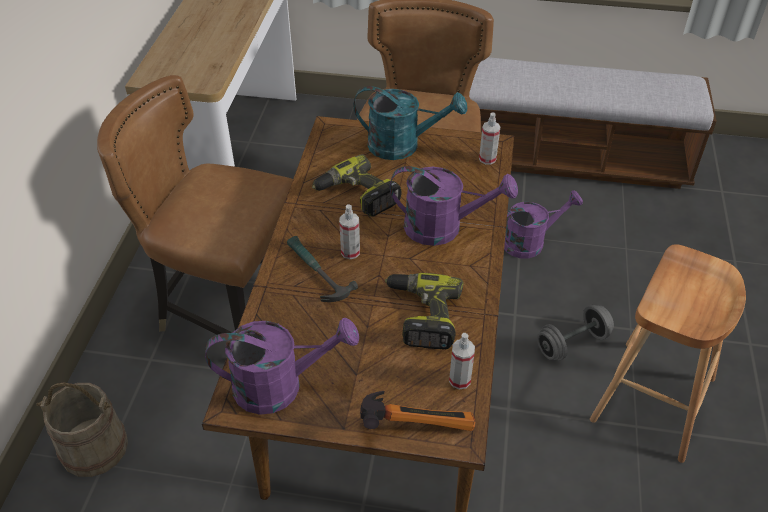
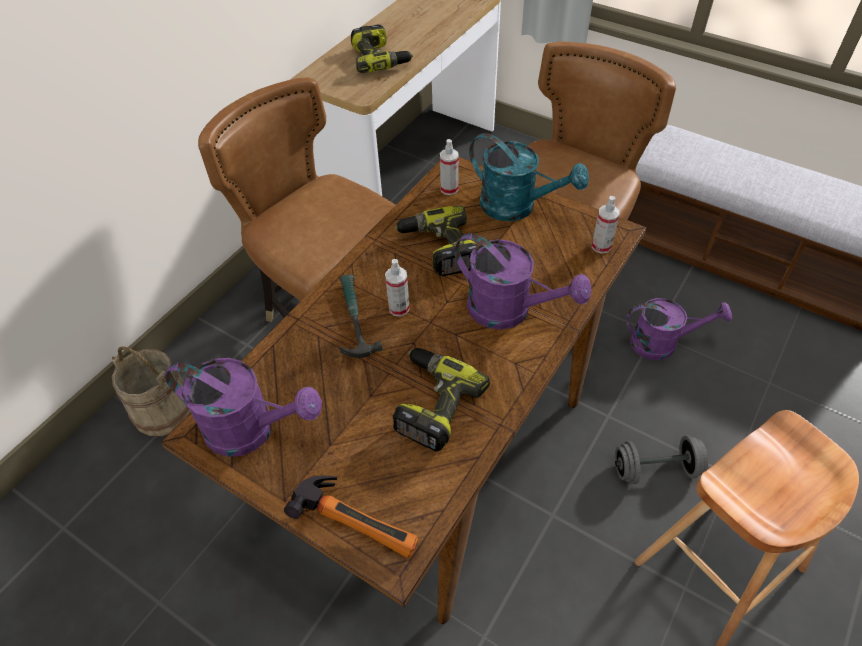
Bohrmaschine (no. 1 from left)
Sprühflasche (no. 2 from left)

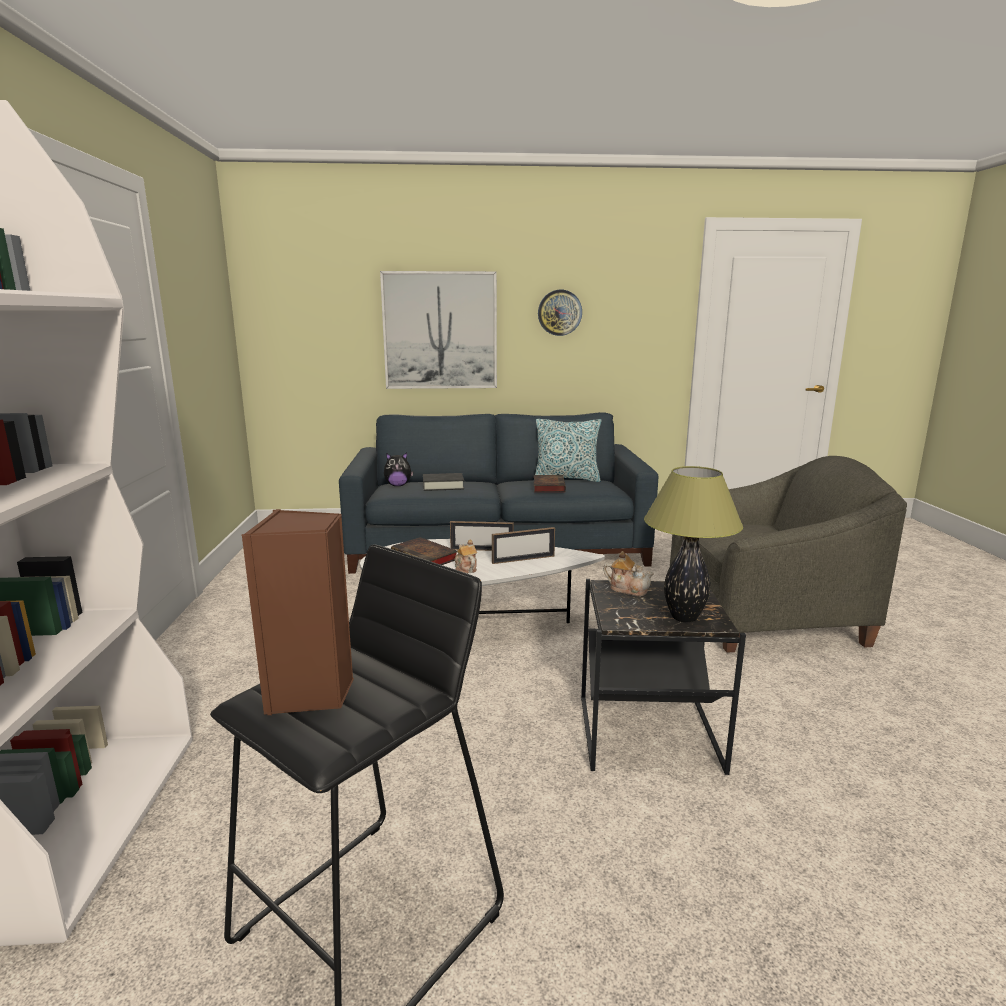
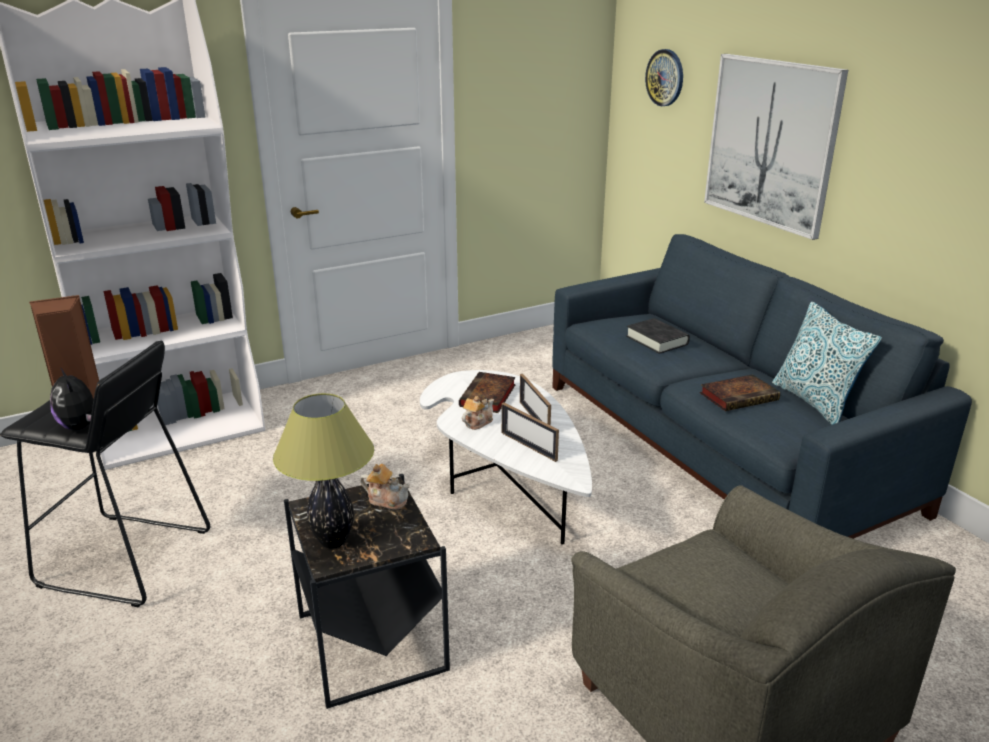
Plüschtier
Teekanne (no. 1 from left)
Wanduhr

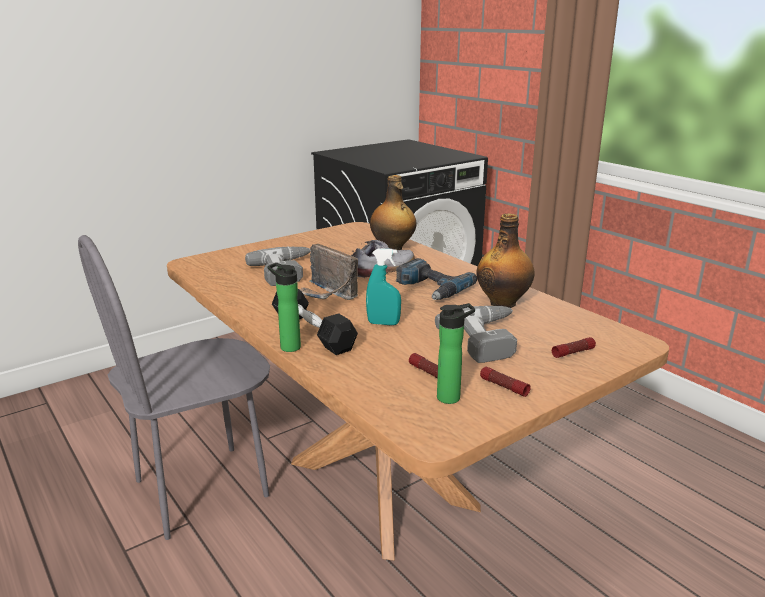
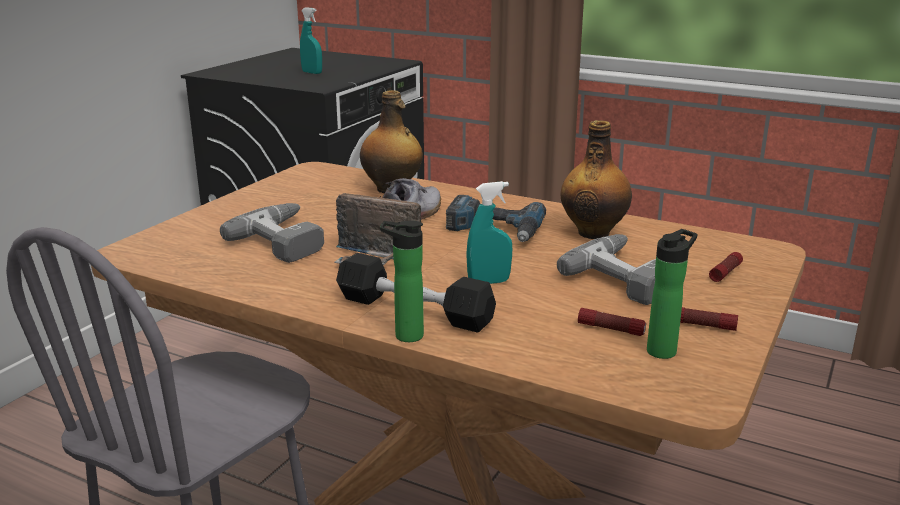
Sprühflasche [türkis] (no. 1 from left)

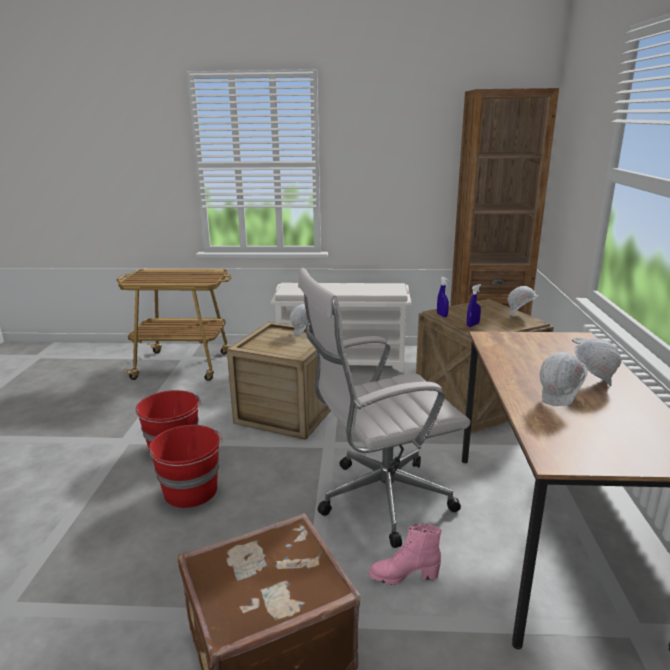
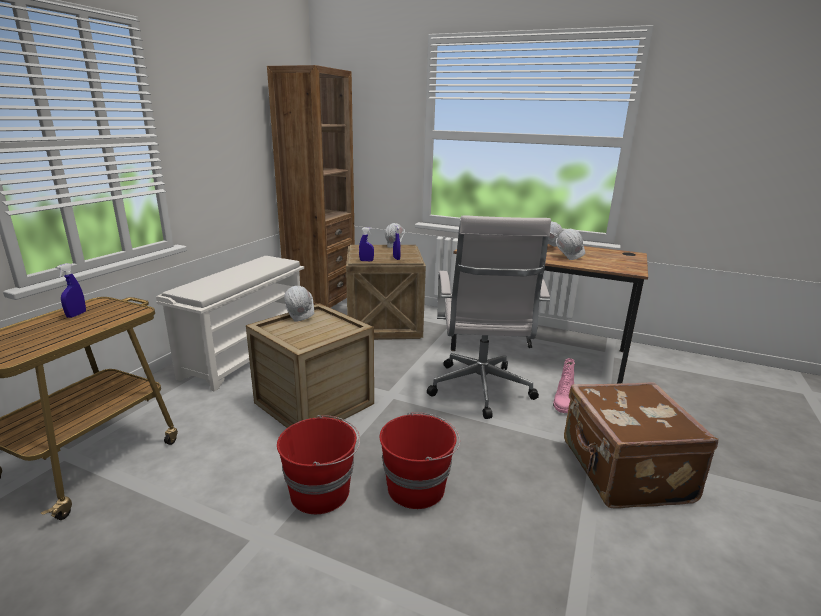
Sprühflasche [blau] (no. 1 from left)

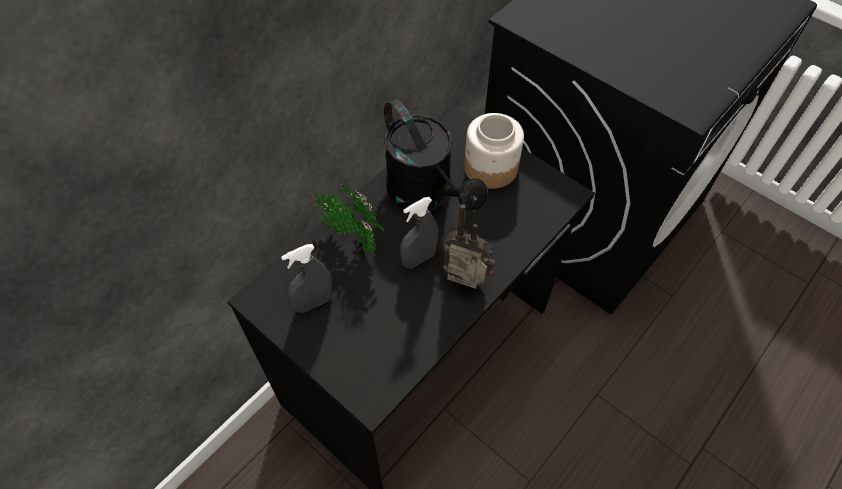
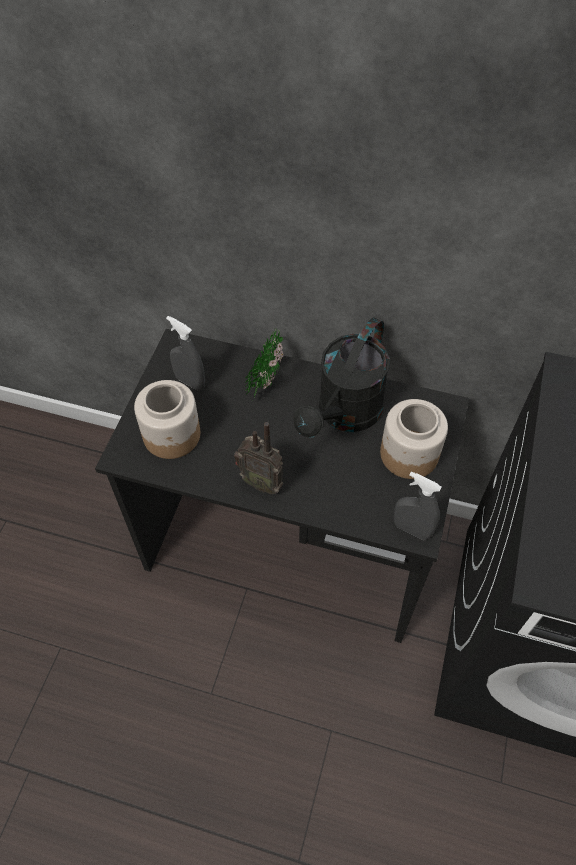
Vorratsglas (no. 1 from left)
Radio
Sprühflasche [grau] (no. 2 from left)

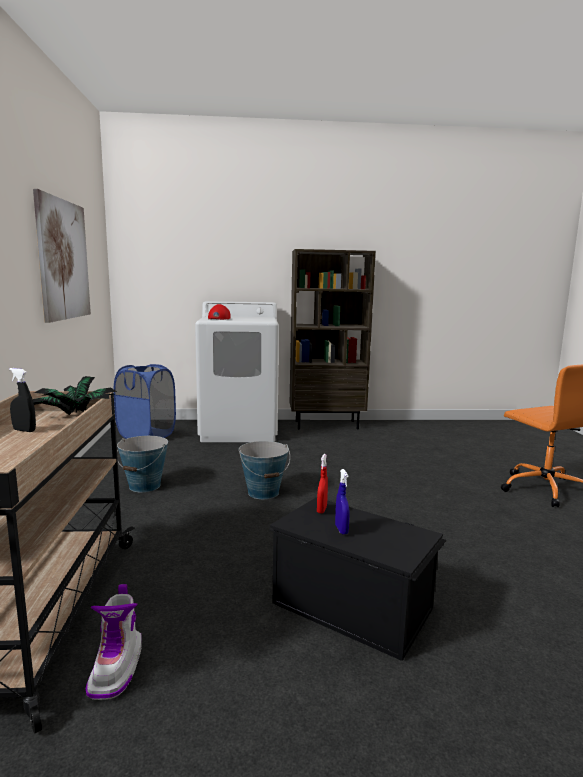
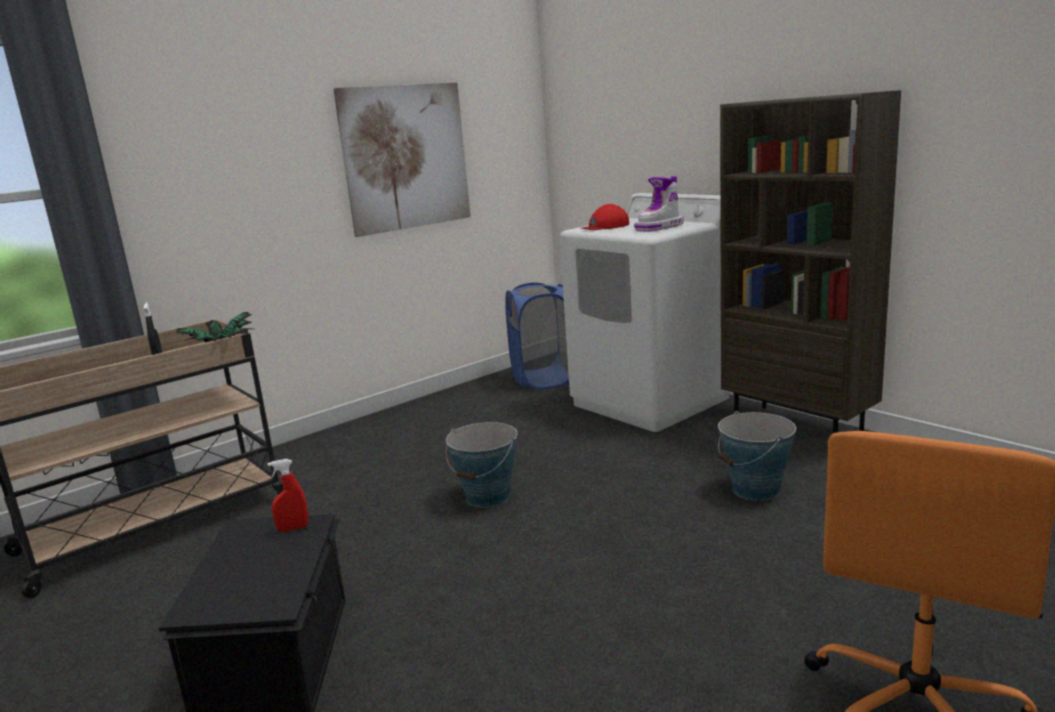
Stiefel
Eimer (no. 2 from left)
Sprühflasche [blau]

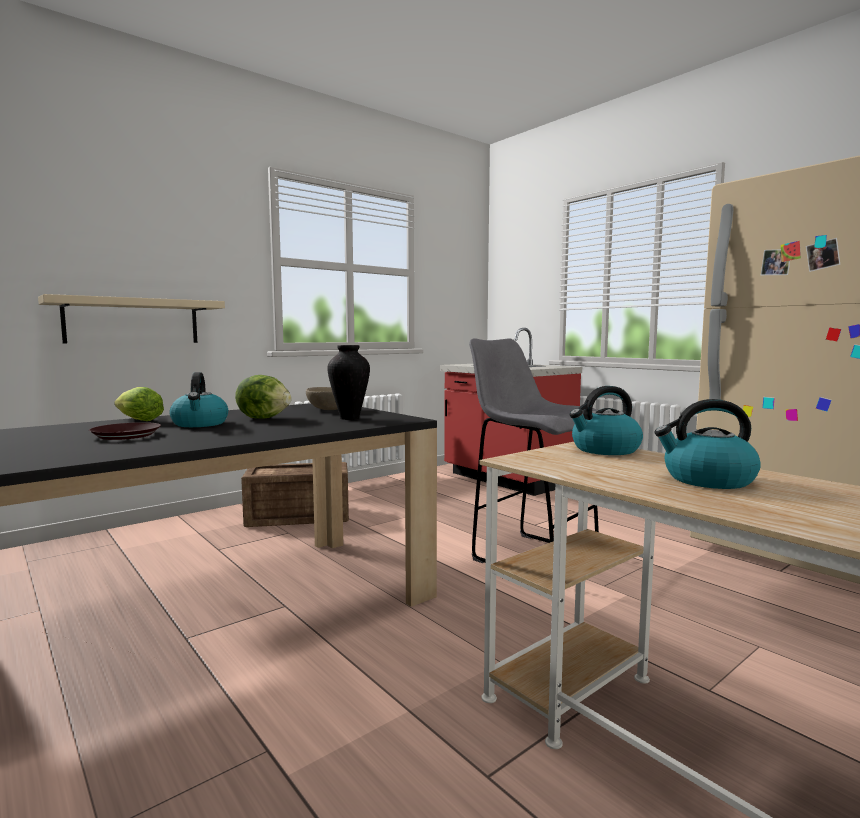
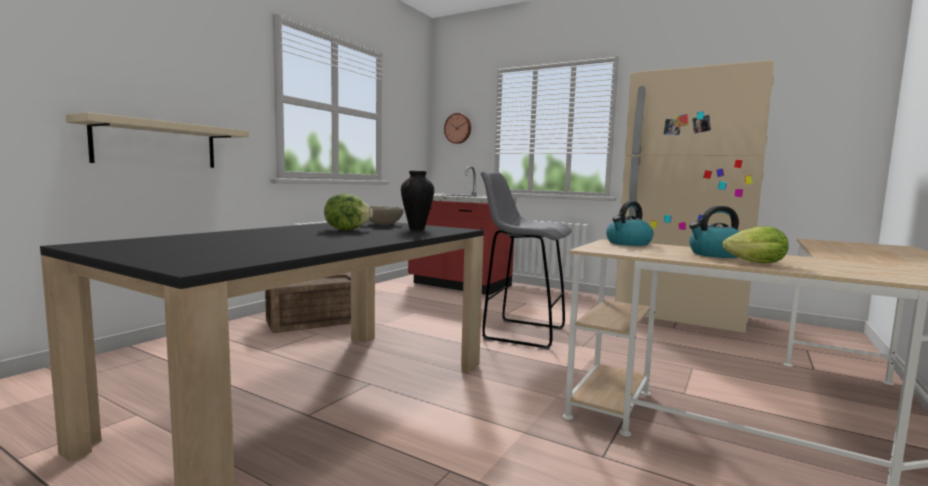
Wanduhr
Salatkopf (no. 2 from left)
Teller [braun]
Wasserkessel (no. 1 from left in the first image)

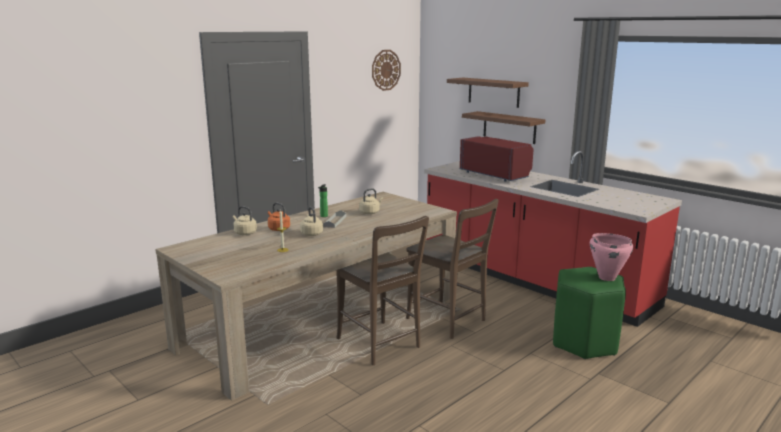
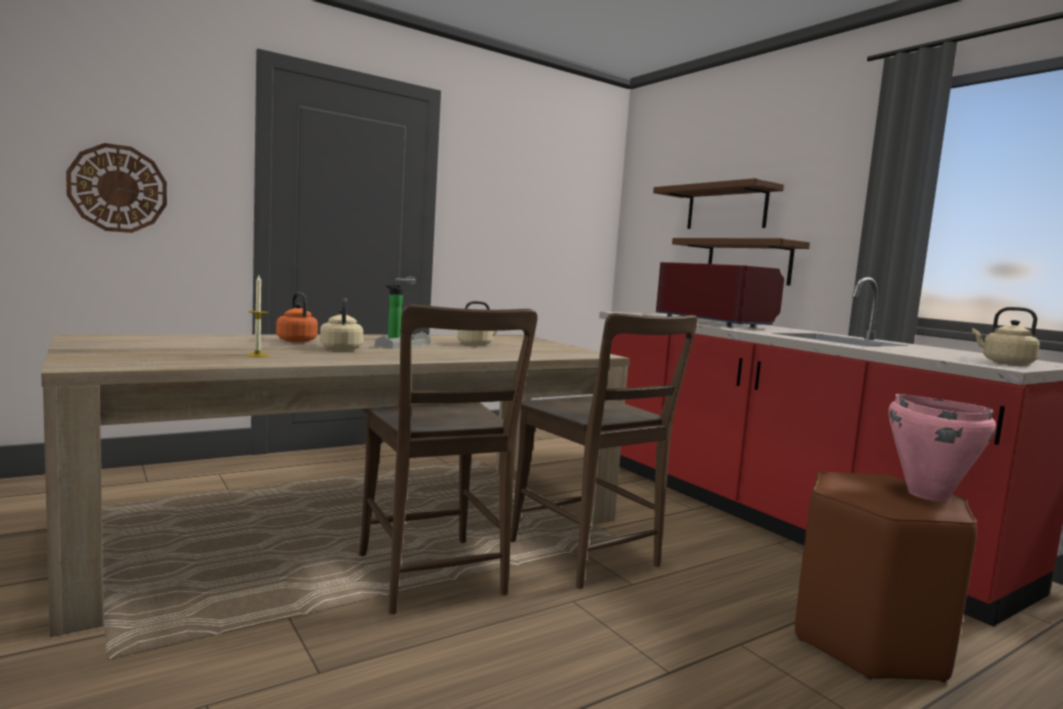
Wanduhr
Hocker [braun]
Wasserkessel [beige] (no. 3 from left)

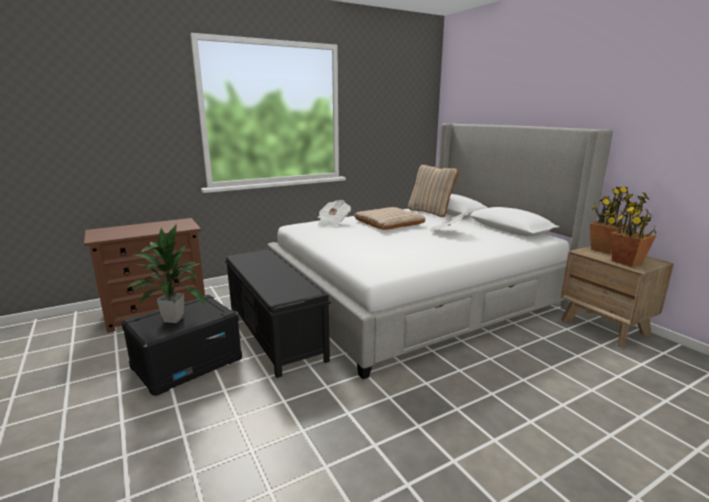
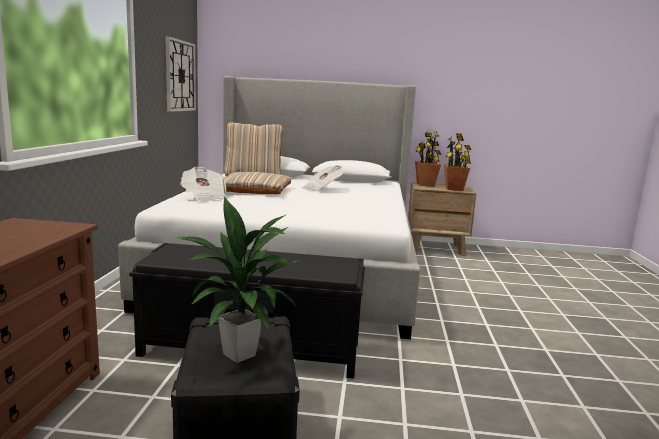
Wanduhr

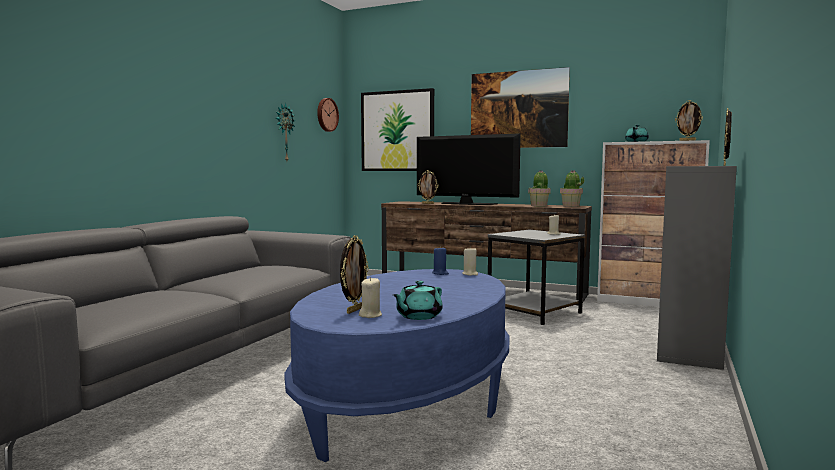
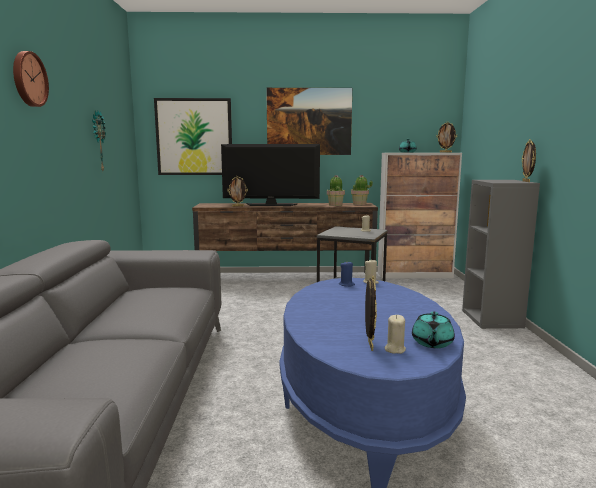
Wanduhr (no. 1 from left)

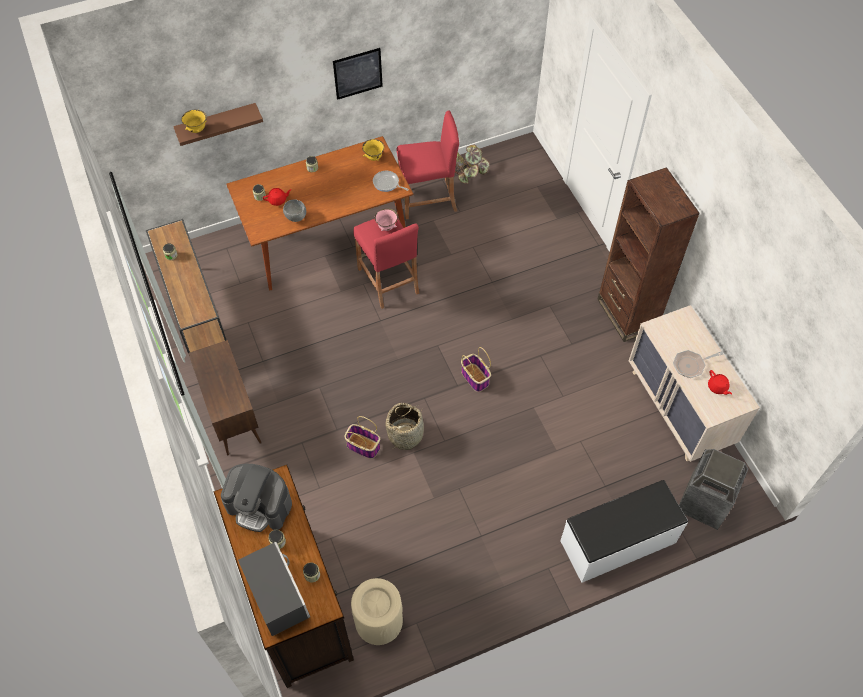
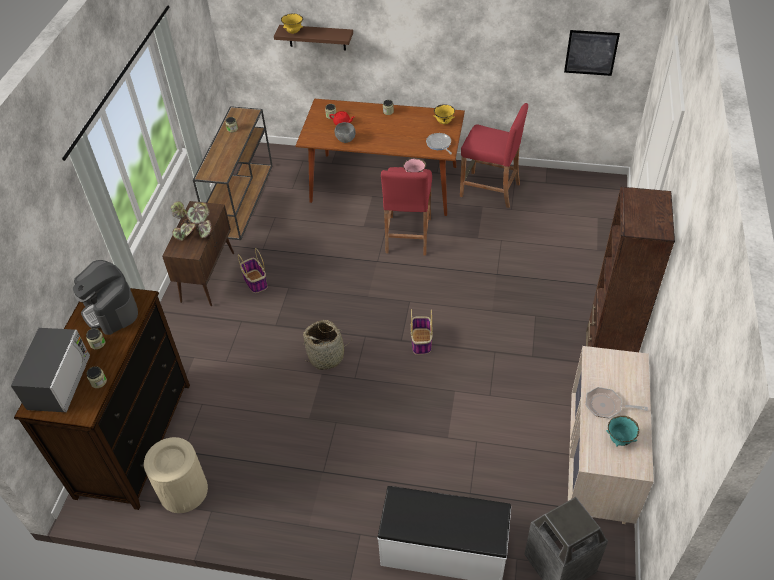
Topfpflanze
Korb (no. 1 from left)
Bild
Schüssel [türkis]

